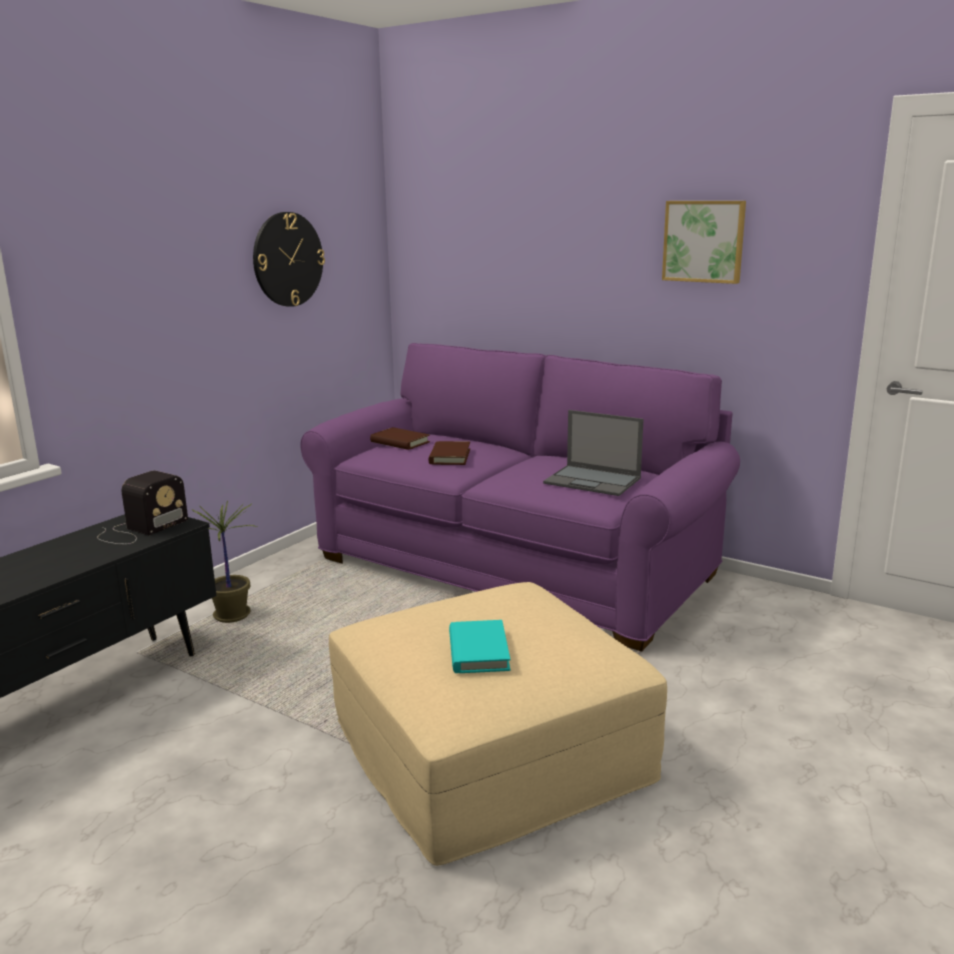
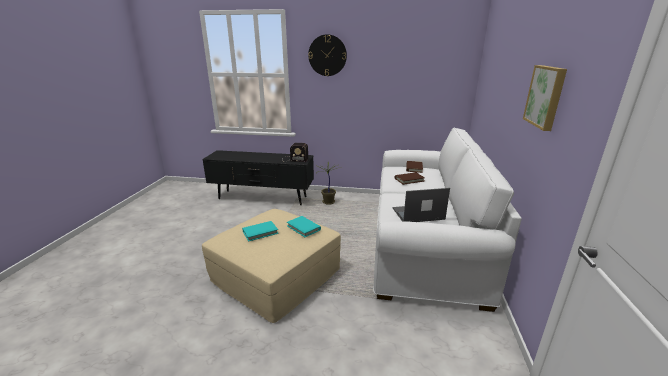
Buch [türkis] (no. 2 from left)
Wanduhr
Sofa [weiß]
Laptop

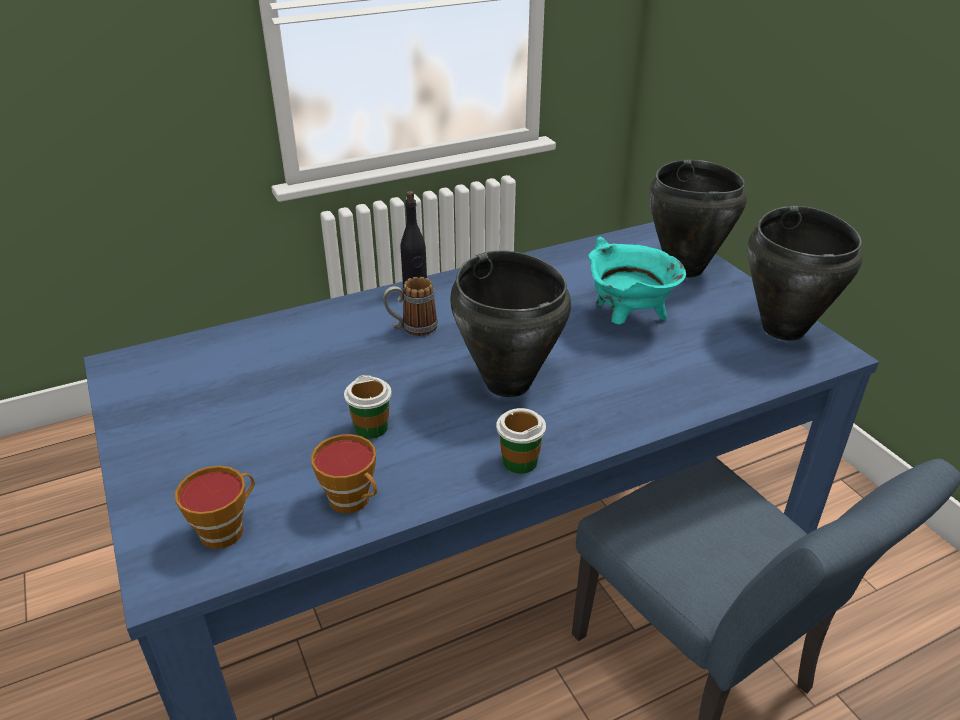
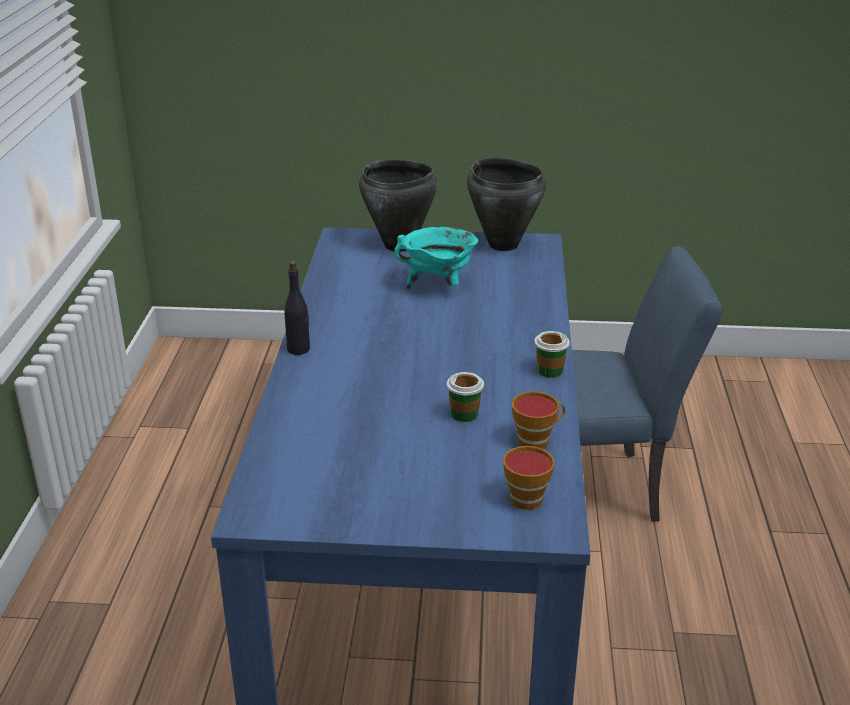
Henkelbecher
Kochtopf [schwarz] (no. 1 from left in the first image)

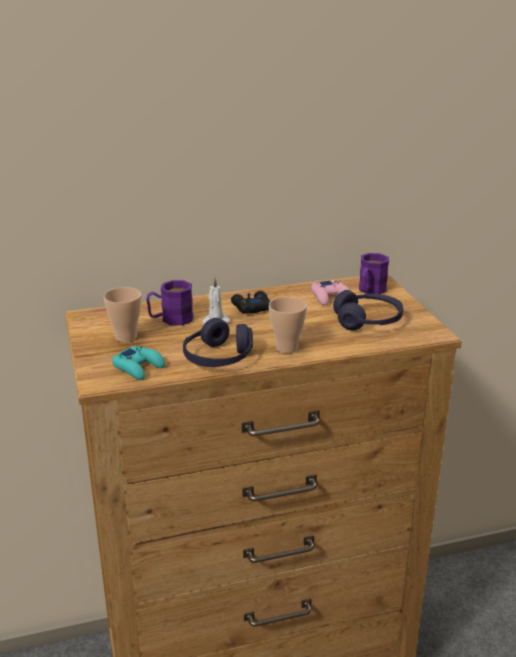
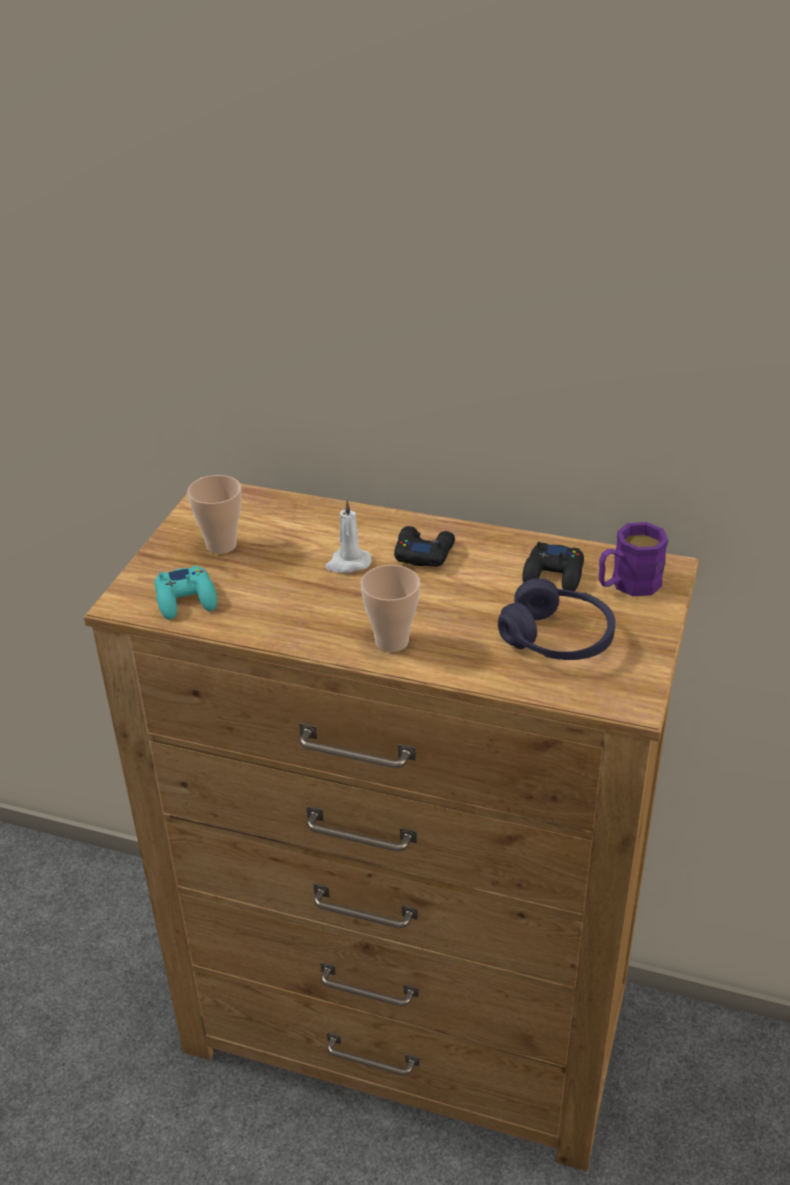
Gamepad [schwarz] (no. 2 from left)
Henkelbecher [lila] (no. 1 from left in the first image)
Kopfhörer [lila] (no. 1 from left in the first image)

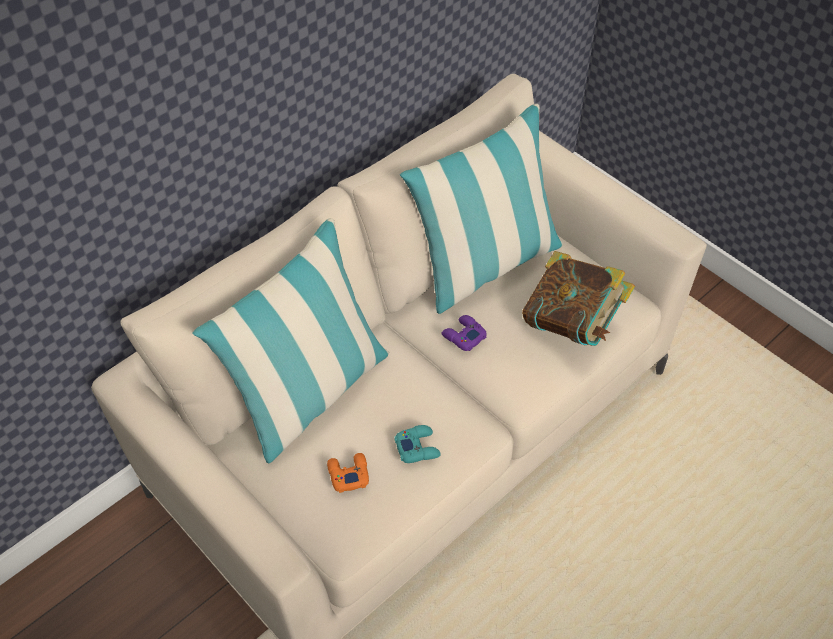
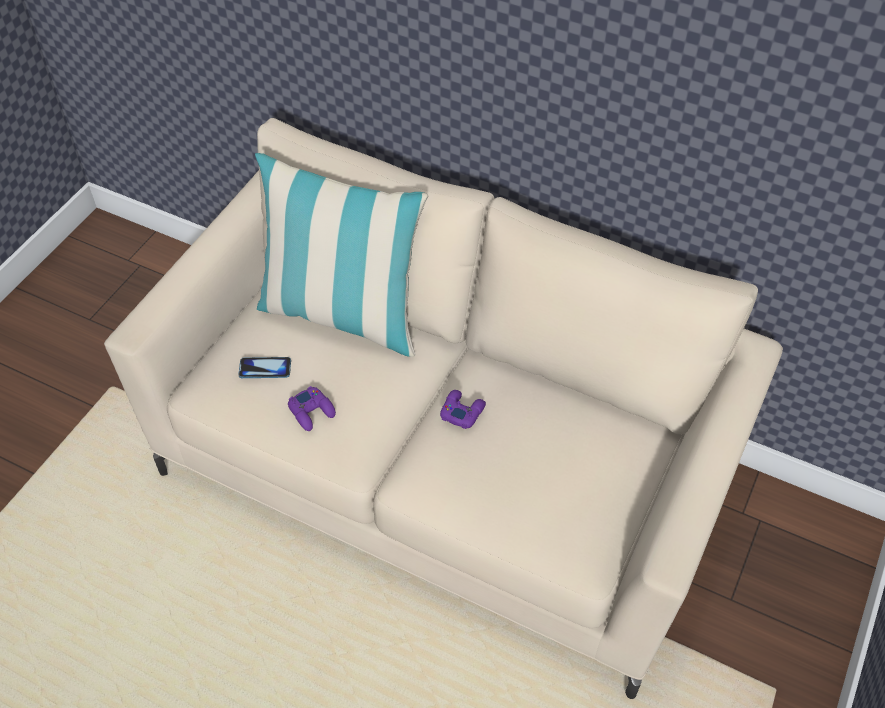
Handy
Gamepad [lila] (no. 1 from left)
Kissen (no. 2 from left in the first image)
Buch

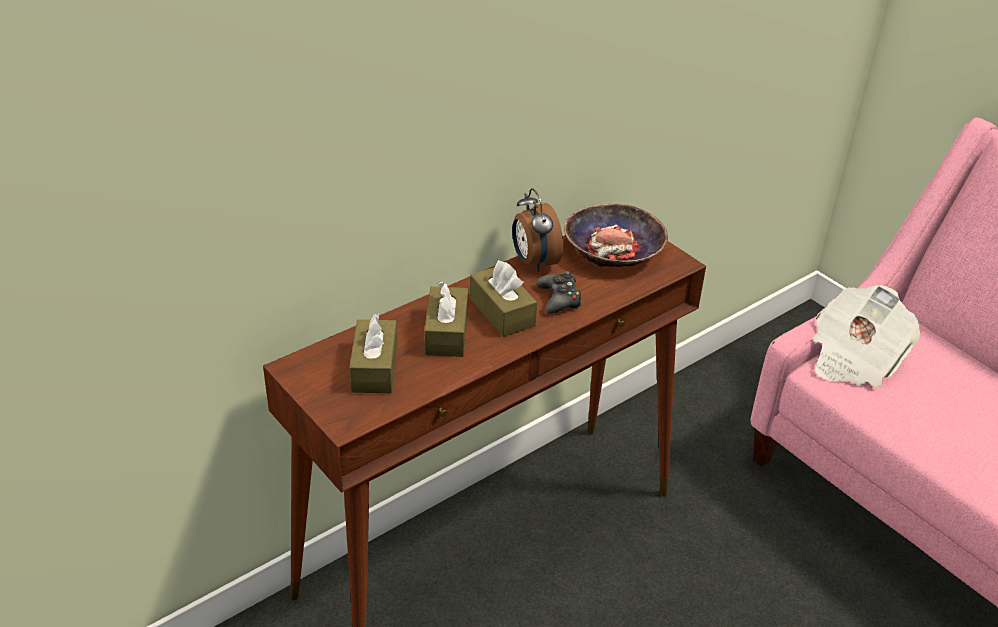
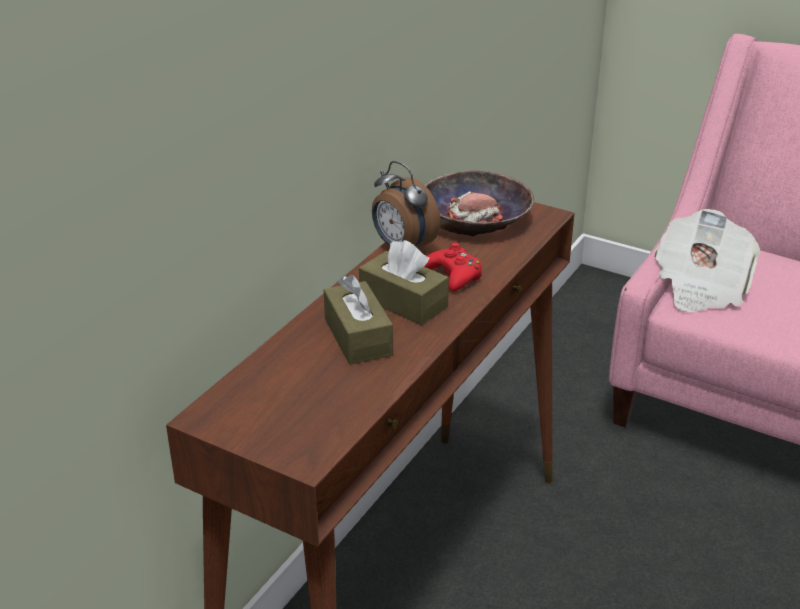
Gamepad [rot]
Taschentuchbox [braun] (no. 1 from left in the first image)

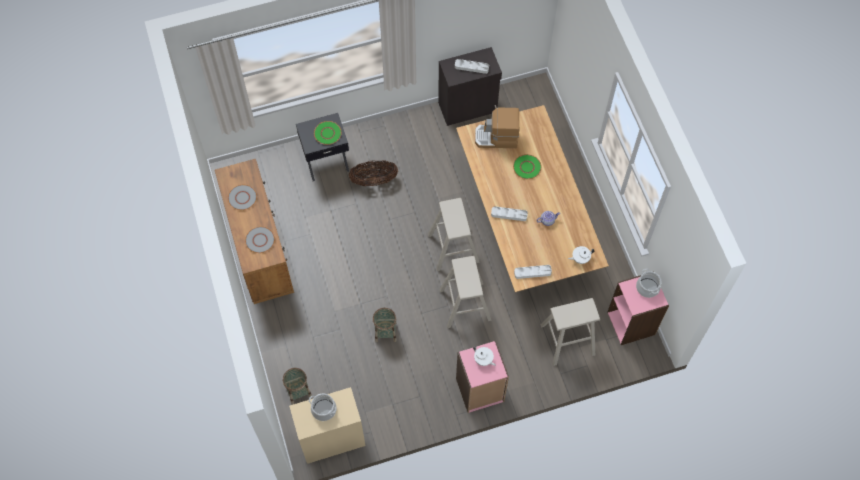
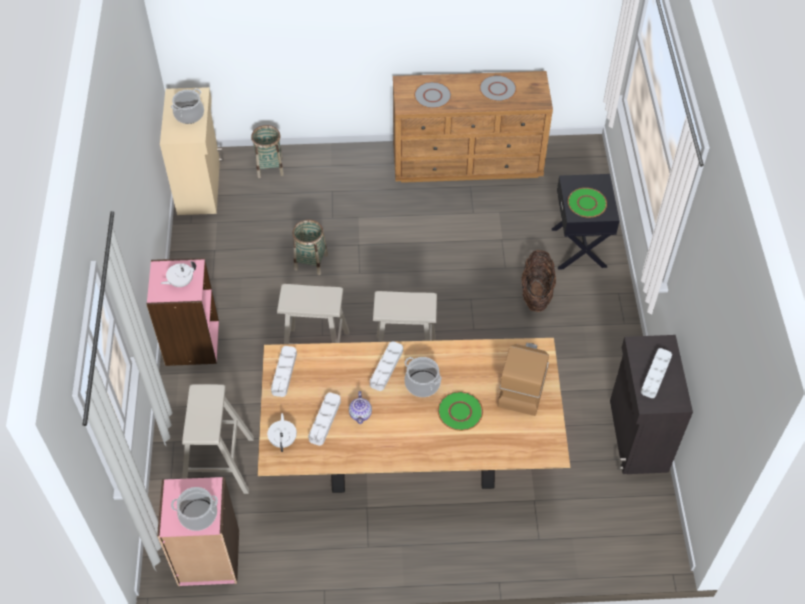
Tablett [grau] (no. 2 from left)
Kochtopf (no. 3 from left)

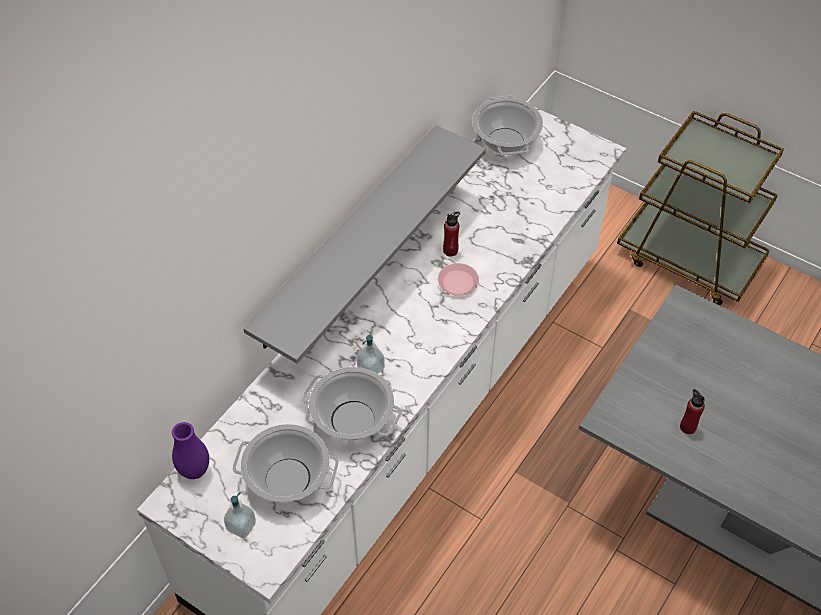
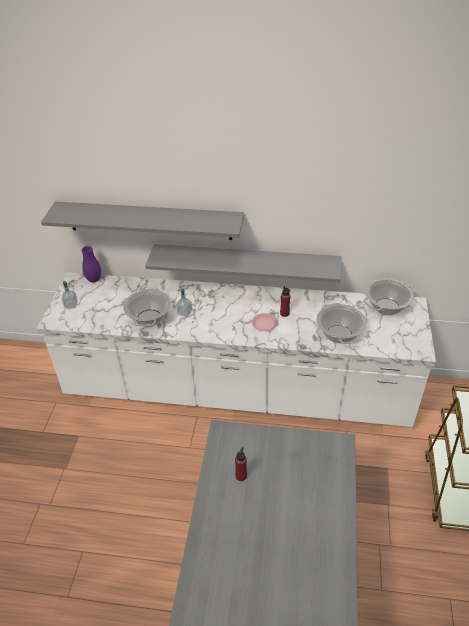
Wandregal [grau] (no. 1 from left)
Kochtopf (no. 2 from left)

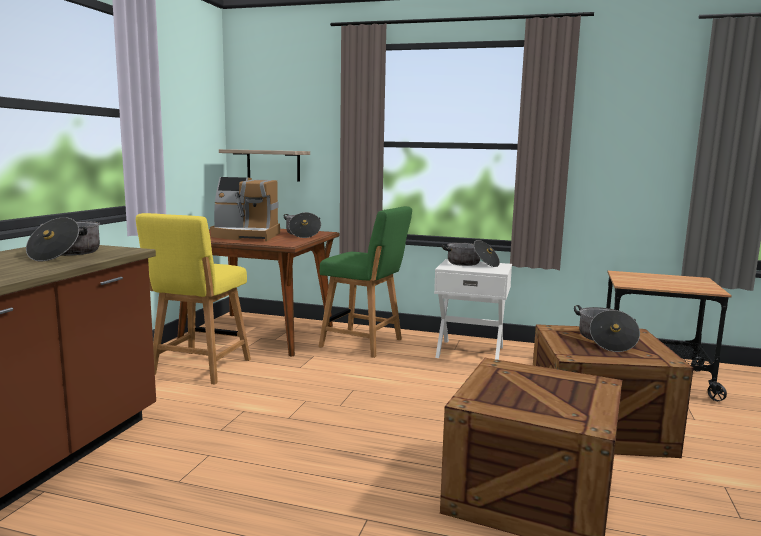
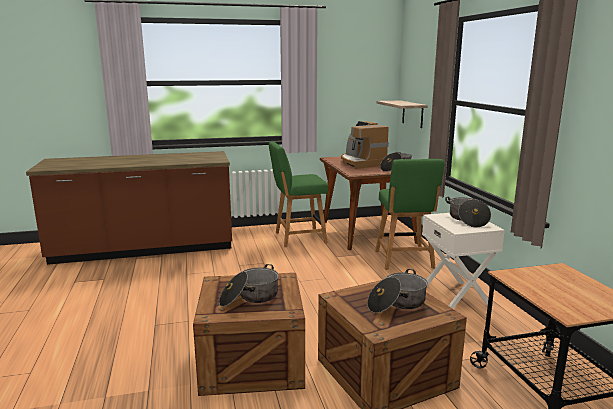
Kochtopf (no. 1 from left)
Stuhl [grün] (no. 1 from left)

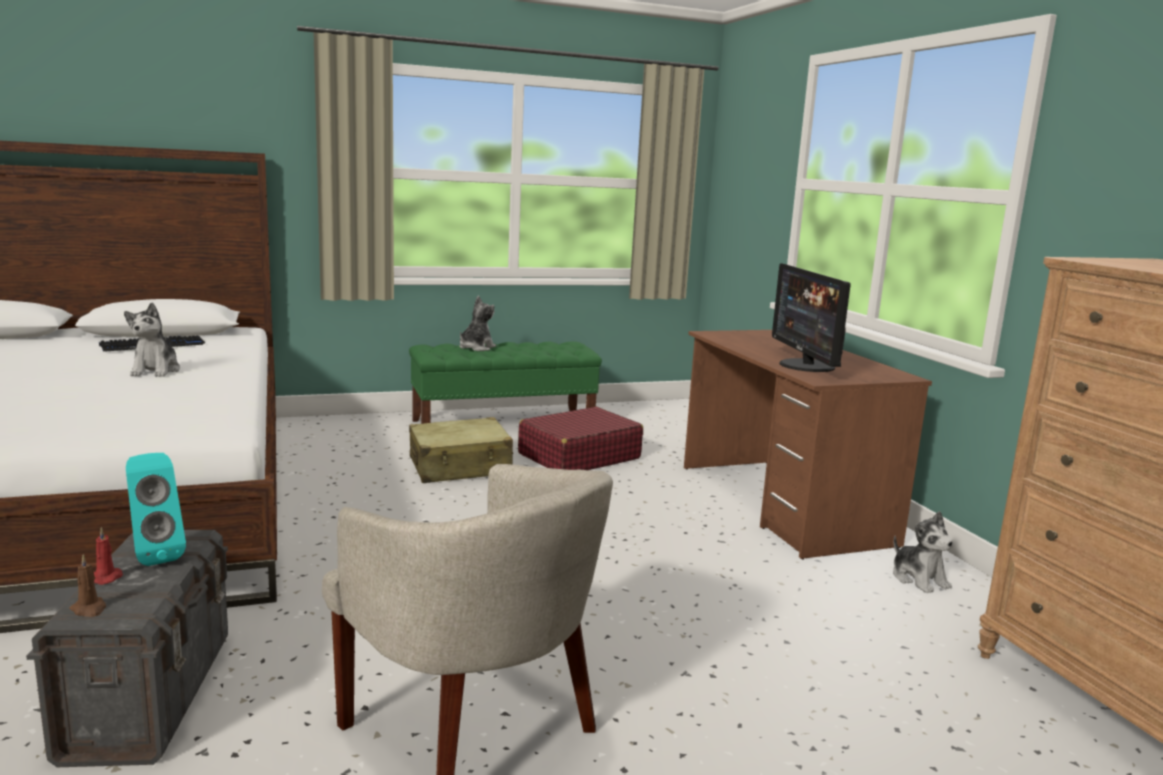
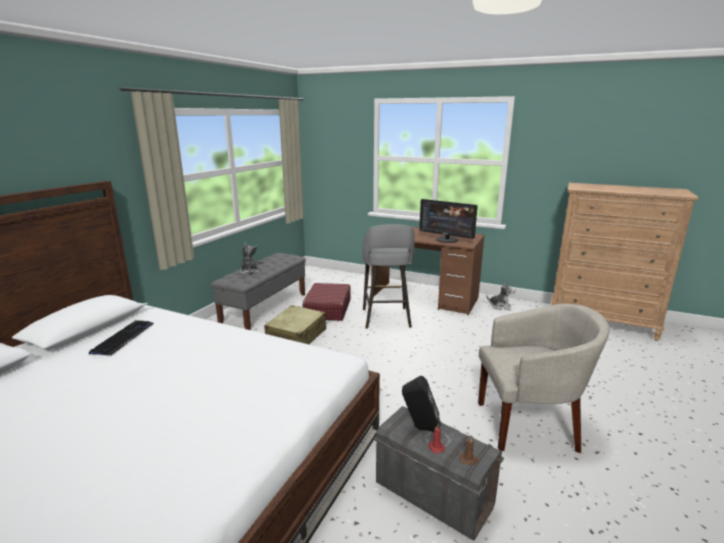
Bank [grau]
Hocker [grau]
Lautsprecher [schwarz]
Plüschtier (no. 1 from left in the first image)

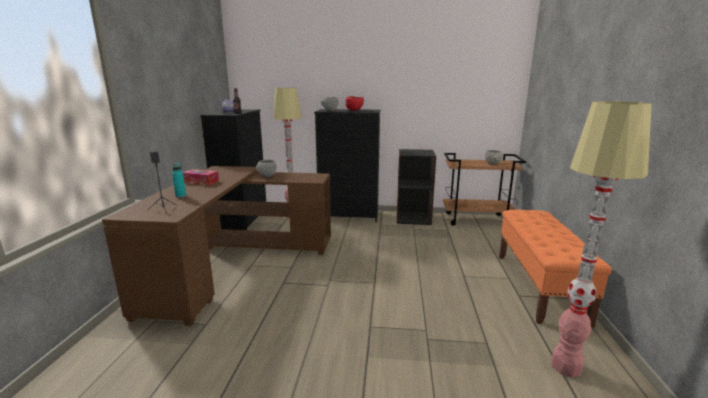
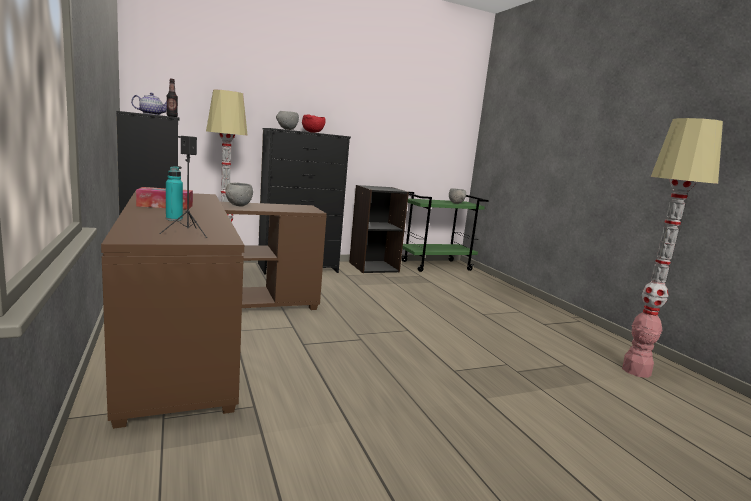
Rollwagen [grün]
Bank [orange]

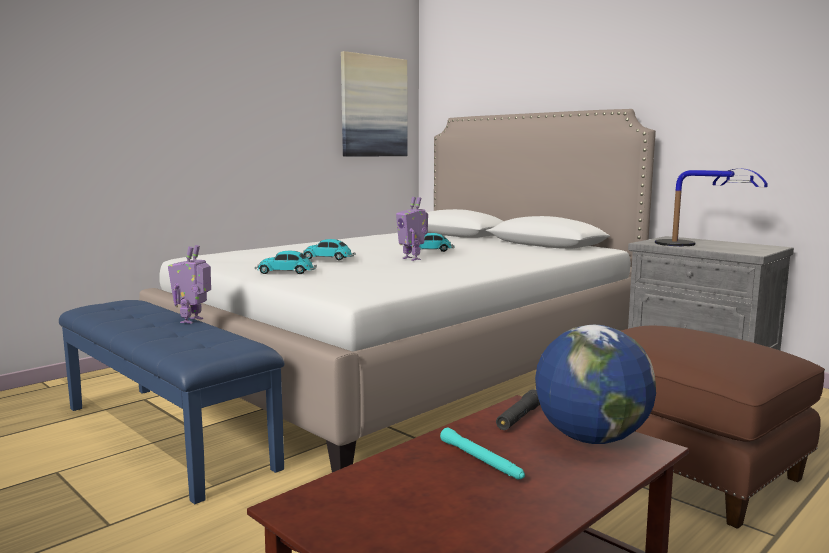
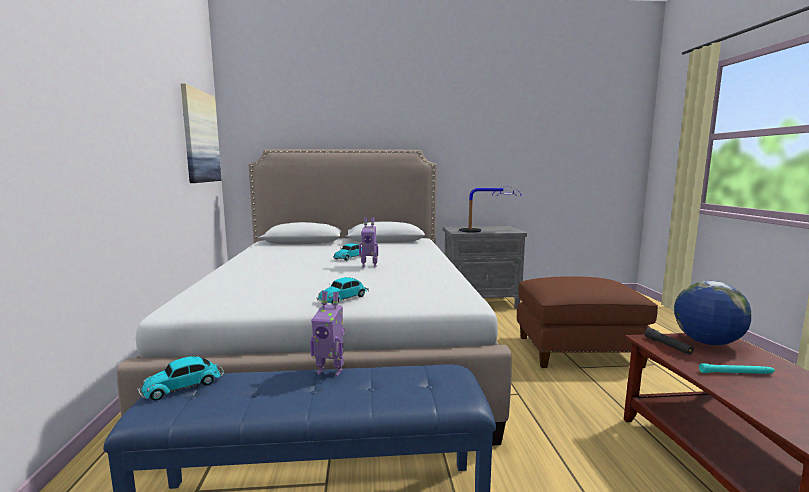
Spielzeugauto (no. 1 from left)
Spielzeugroboter (no. 1 from left)

